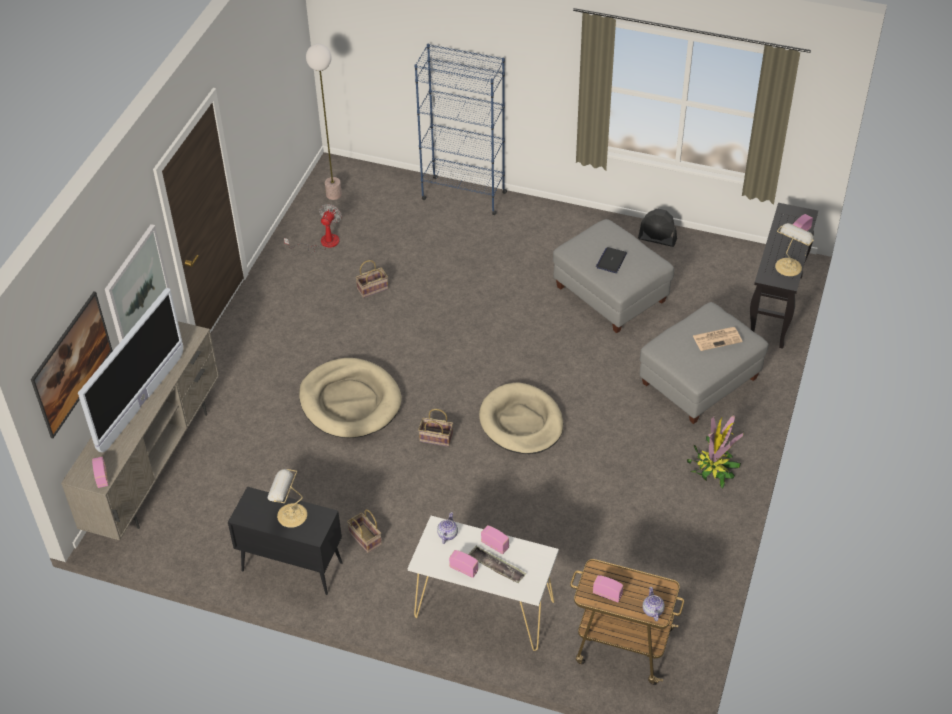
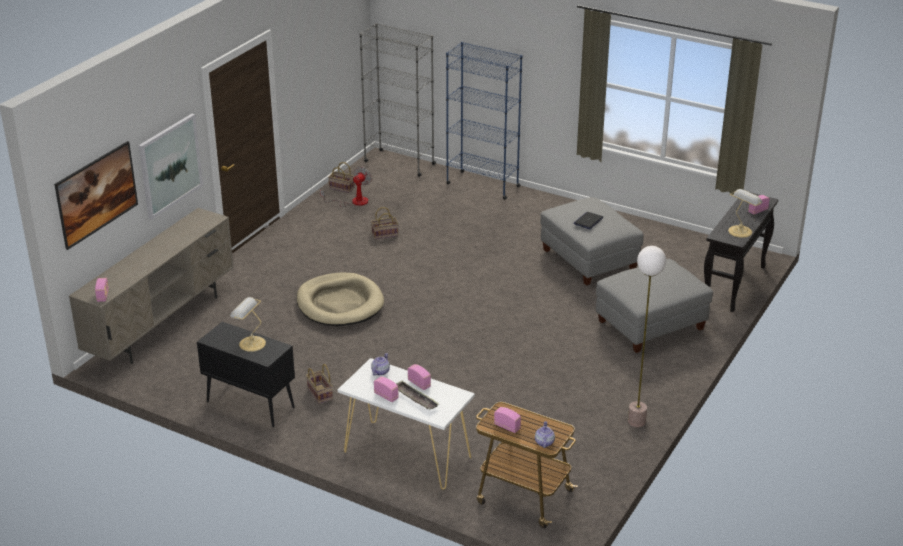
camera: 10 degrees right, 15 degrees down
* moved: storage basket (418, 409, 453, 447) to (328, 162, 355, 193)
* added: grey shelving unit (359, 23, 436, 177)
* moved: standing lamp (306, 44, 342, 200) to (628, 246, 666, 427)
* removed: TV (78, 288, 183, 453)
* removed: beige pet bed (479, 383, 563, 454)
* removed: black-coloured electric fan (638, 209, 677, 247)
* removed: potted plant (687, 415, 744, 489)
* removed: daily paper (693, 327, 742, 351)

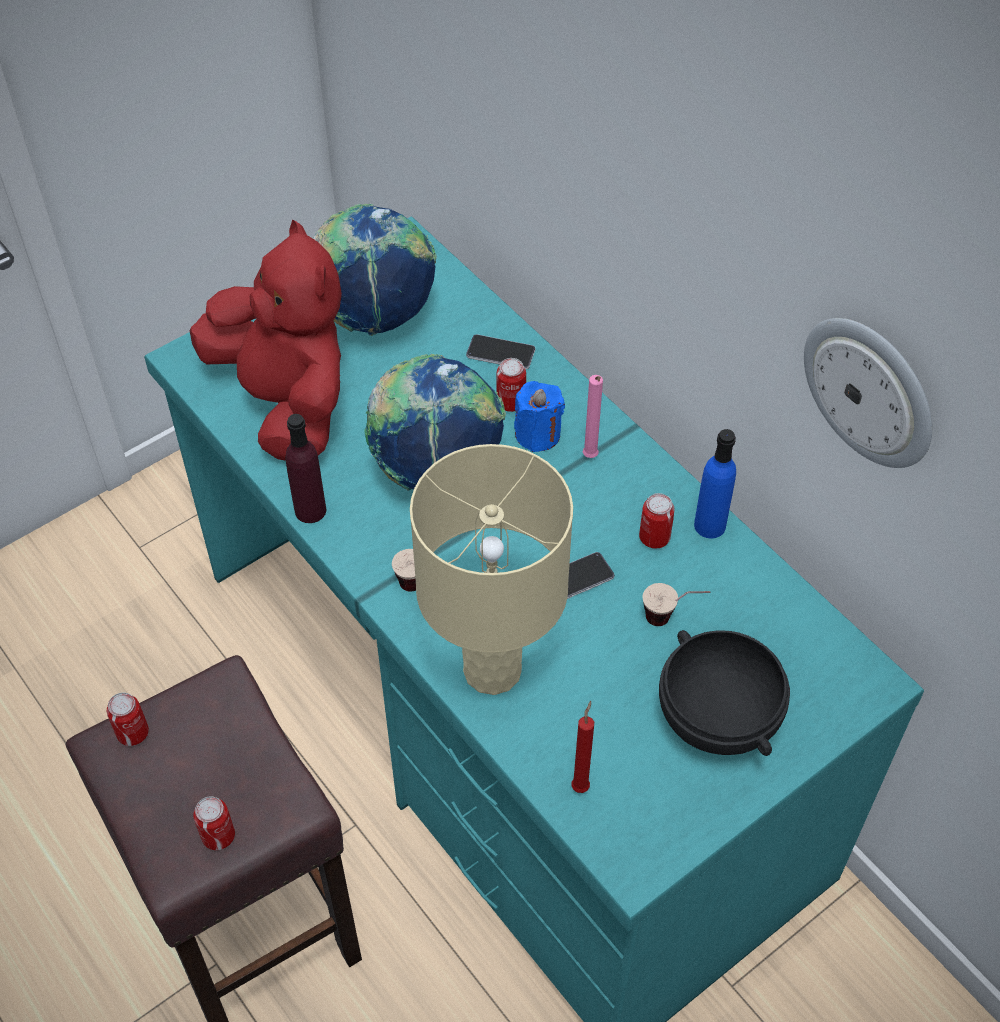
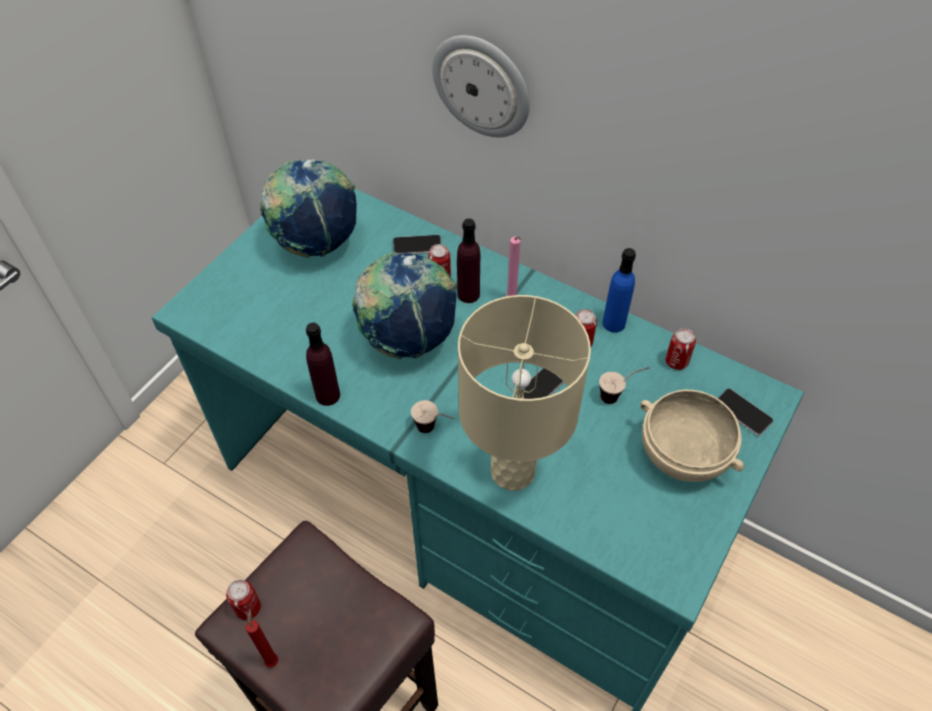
camera: 20 degrees left, 0 degrees up
* moved: reddish wax light (571, 701, 594, 793) to (245, 609, 278, 668)
* moved: clock on the wall (804, 318, 932, 468) to (432, 35, 530, 137)
* replaced: blue-coloured wax light (514, 381, 565, 452) to purplish bottle (457, 218, 480, 303)
* recoloured: black-coloured bowl (659, 630, 790, 756) to beige bowl (640, 390, 744, 482)
* moved: can (193, 796, 235, 850) to (665, 328, 696, 370)
* added: handset (718, 388, 773, 436)
* removed: reddish plush toy (189, 220, 342, 461)

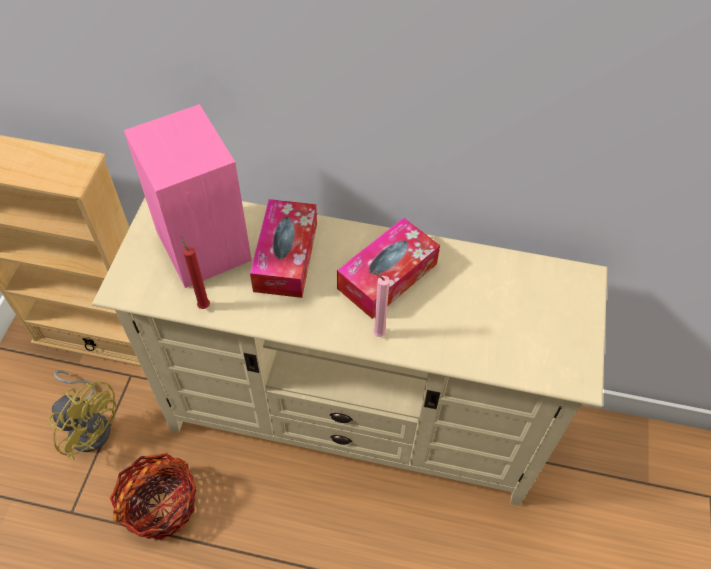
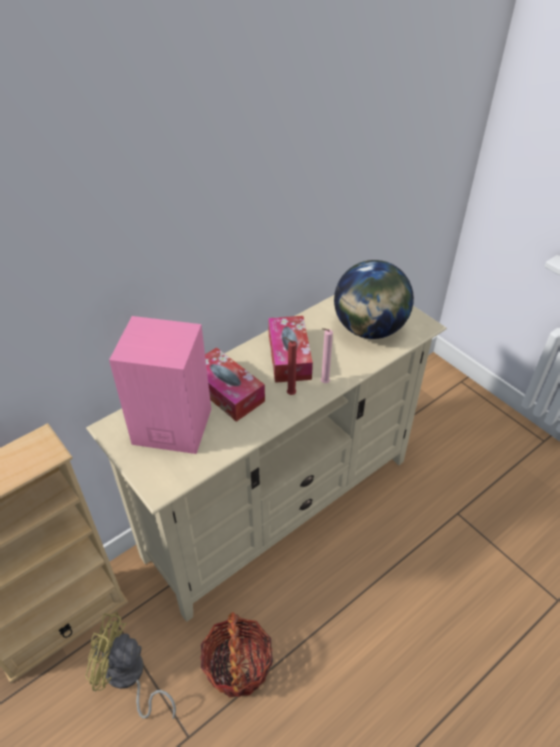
camera: 50 degrees left, 10 degrees down
* turned: yellowish electric fan (48, 370, 117, 460) = (86, 612, 176, 719) 150 degrees counterclockwise
* moved: reddish wax light (181, 236, 210, 309) to (284, 337, 297, 395)
* added: world globe (334, 260, 414, 339)

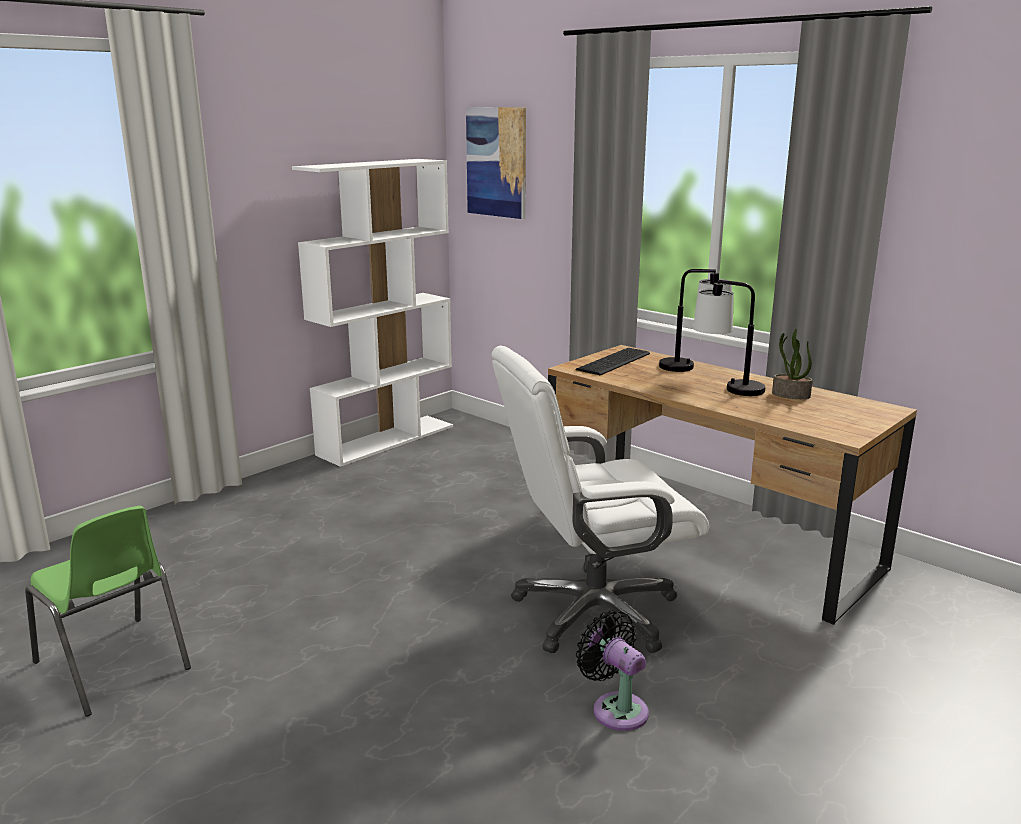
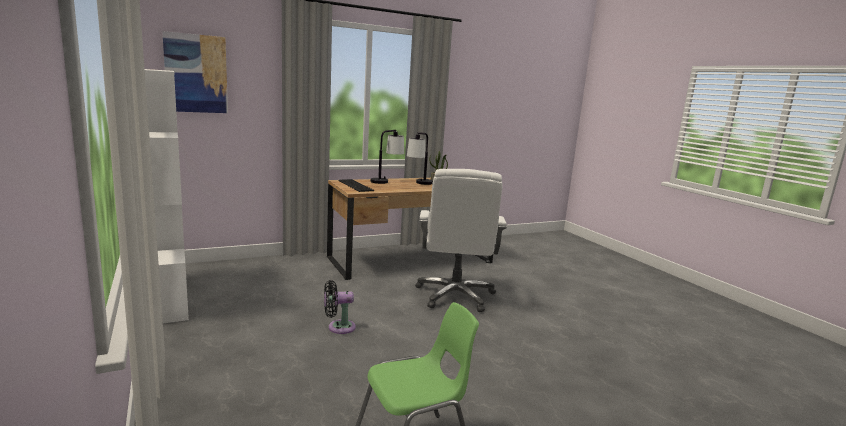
camera: 70 degrees left, 5 degrees down
* moved: black-coloured electric fan (576, 610, 649, 731) to (324, 280, 356, 334)

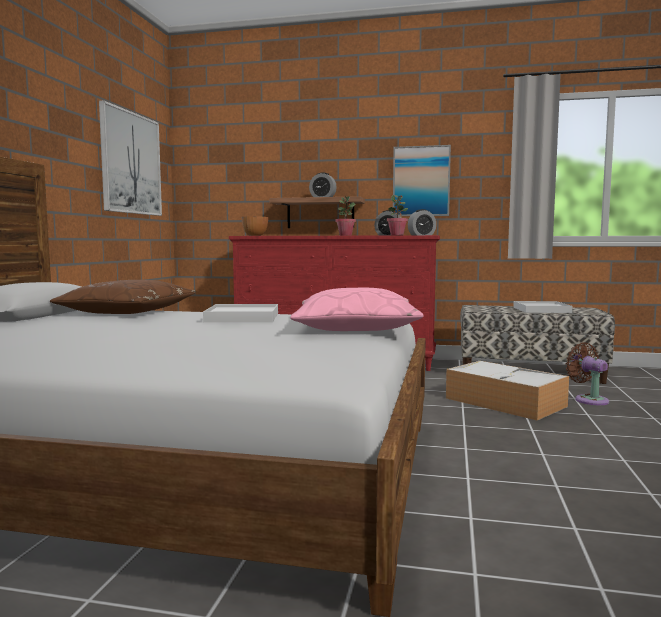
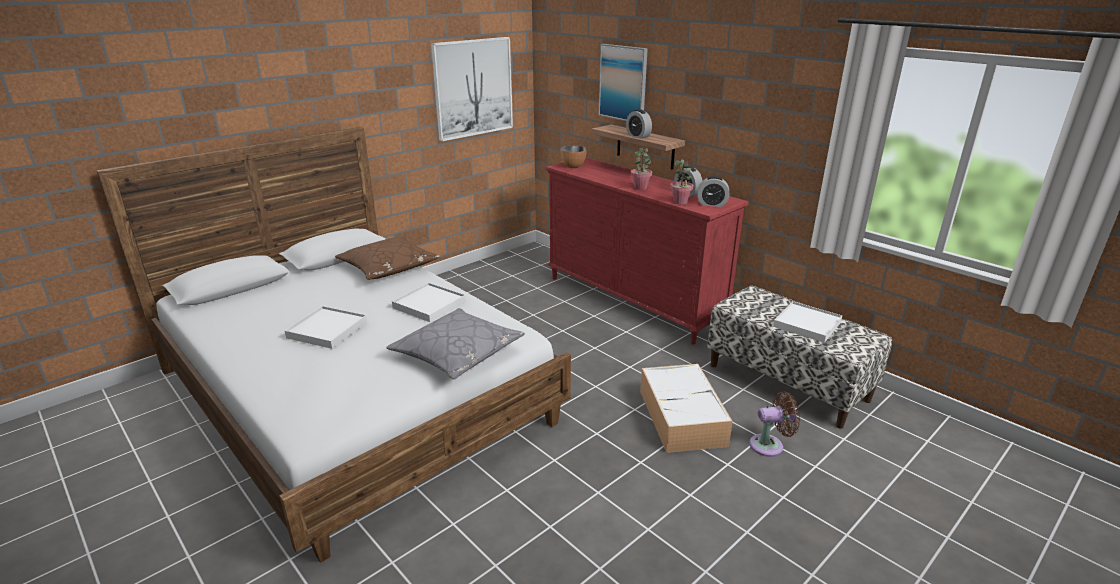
camera: 35 degrees right, 20 degrees up
* added: whitish carrying tray (285, 306, 367, 349)
* recoloured: pink pillow (290, 288, 423, 331) to grey pillow (386, 308, 525, 379)
* moved: wall art (393, 145, 451, 216) to (599, 44, 648, 121)
* turned: brown-coloured electric fan (566, 342, 609, 405) = (749, 391, 800, 457) 75 degrees clockwise

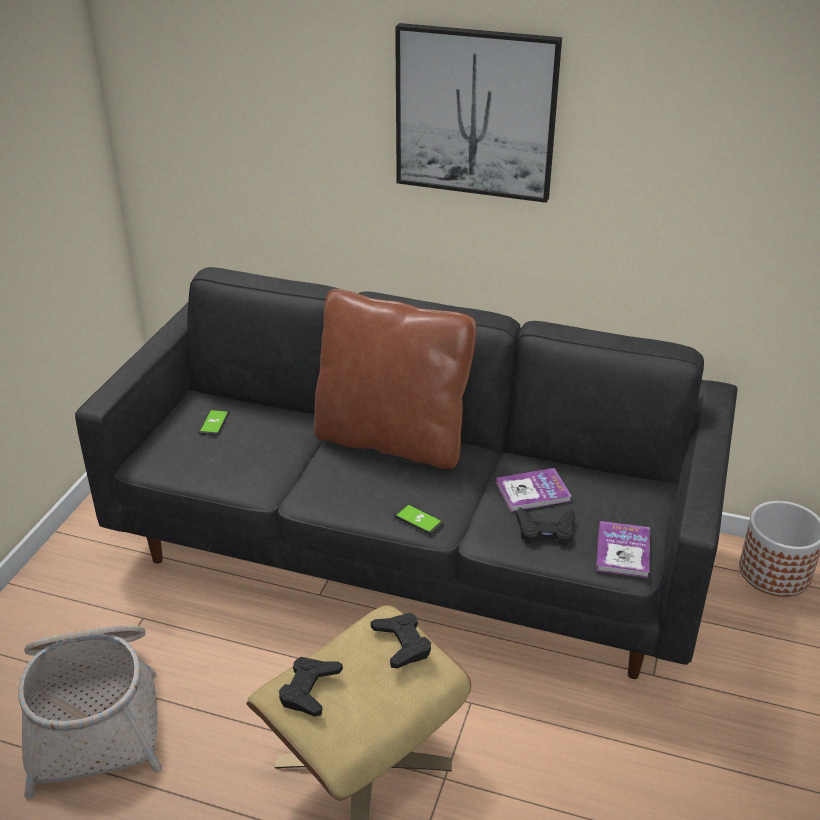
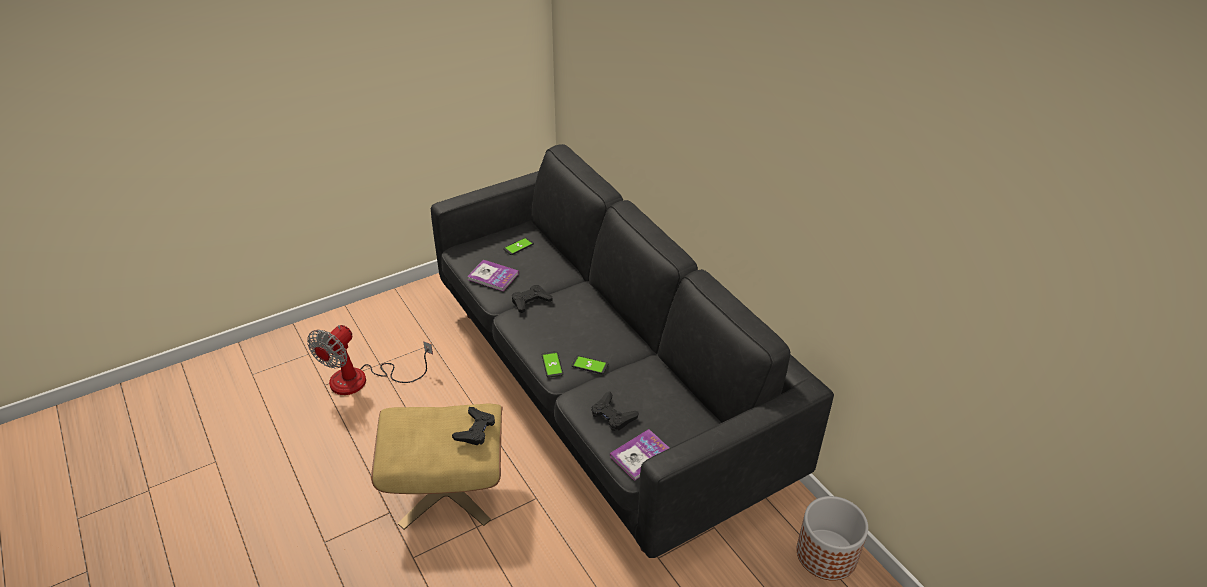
camera: 40 degrees right, 5 degrees up
* replaced: storage basket (18, 625, 162, 798) to electric fan (307, 325, 433, 395)
* moved: volume (496, 468, 571, 512) to (467, 260, 519, 291)
* moved: black-coloured joypad (279, 657, 343, 717) to (512, 285, 553, 313)
* added: handset (571, 356, 608, 374)
* removed: brown-coloured pillow (314, 289, 477, 469)
* removed: wall art (395, 23, 562, 203)

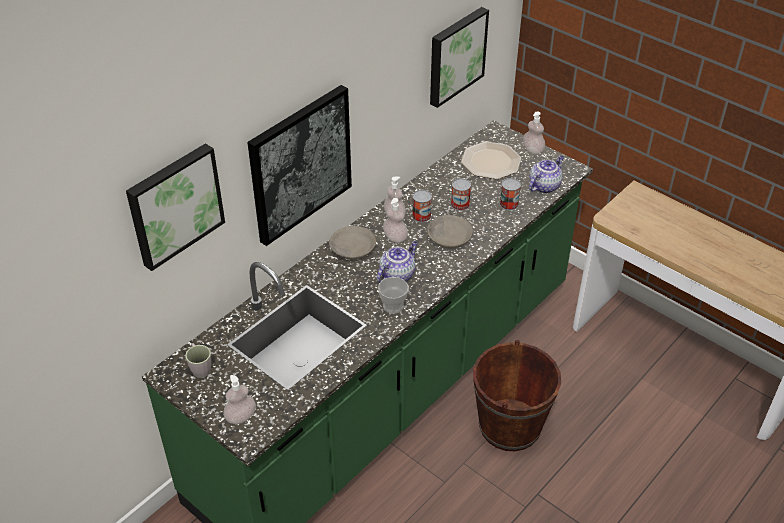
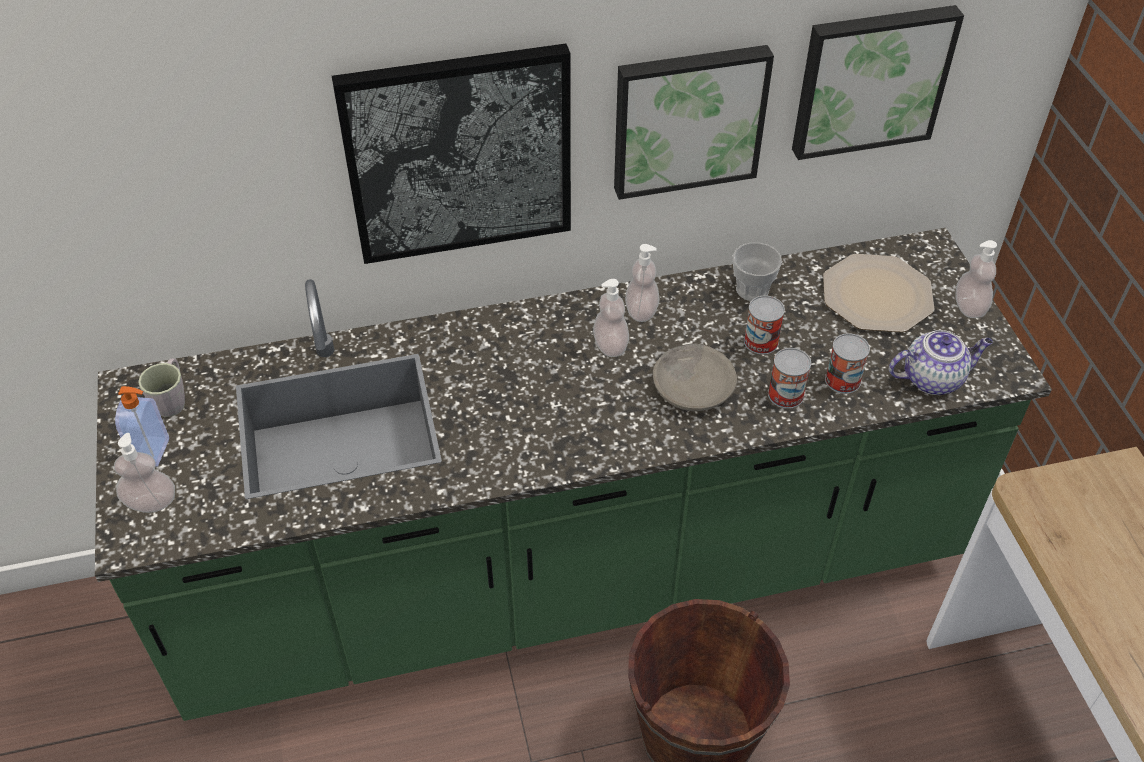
camera: 35 degrees right, 5 degrees up
* added: soap dispenser (115, 386, 169, 467)
* moved: wall art (126, 143, 225, 271) to (614, 45, 774, 200)
* moved: drinking cup (378, 277, 409, 314) to (733, 242, 782, 301)
* moved: can (412, 190, 432, 222) to (768, 348, 811, 409)
* removed: grey bowl (329, 226, 376, 259)
* removed: tea pot (377, 241, 418, 283)

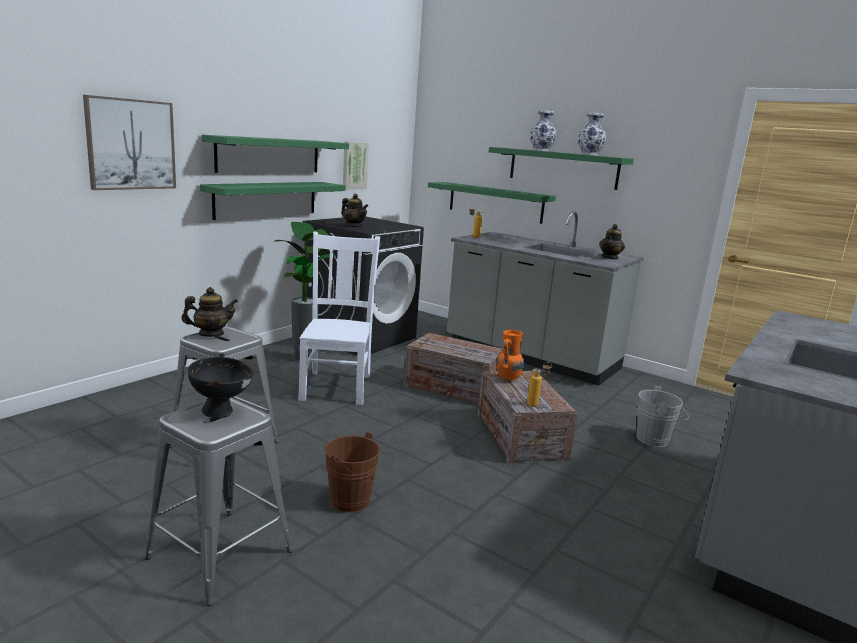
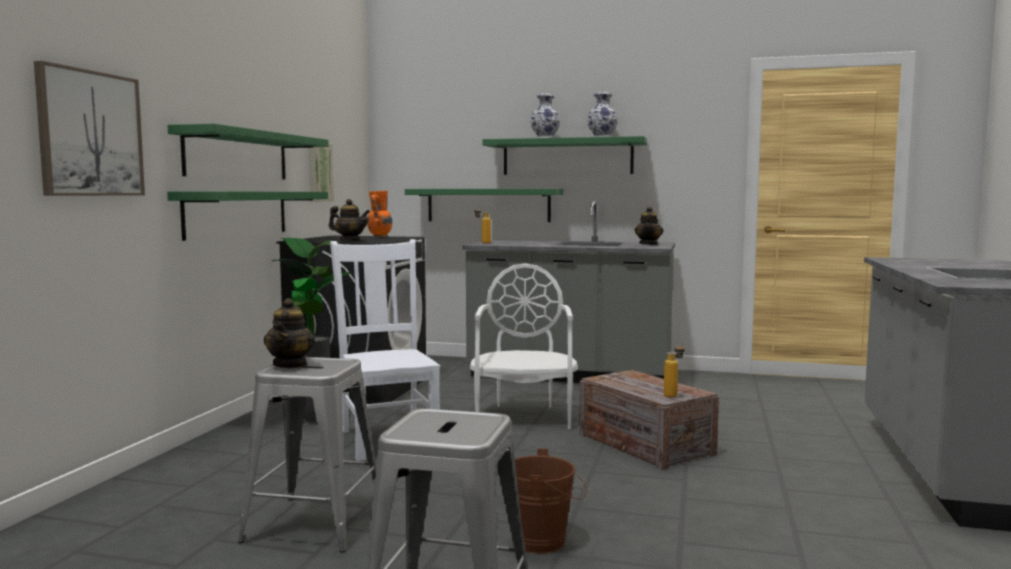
camera: 20 degrees left, 10 degrees down
* turned: tea pot (181, 287, 238, 337) = (264, 298, 315, 368) 135 degrees clockwise
* moved: orange-coloured decorative vase (496, 330, 524, 382) to (367, 191, 392, 237)
* replaced: packing crate (404, 333, 503, 404) to whitish plain chair (470, 263, 578, 429)
* removed: black-coloured bowl (188, 353, 253, 418)
* removed: grey water bucket (637, 386, 689, 447)

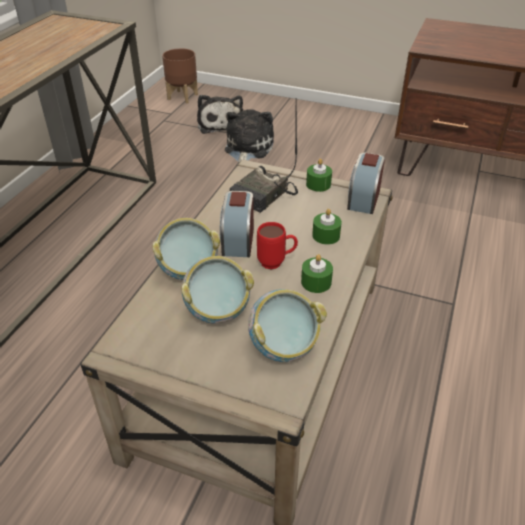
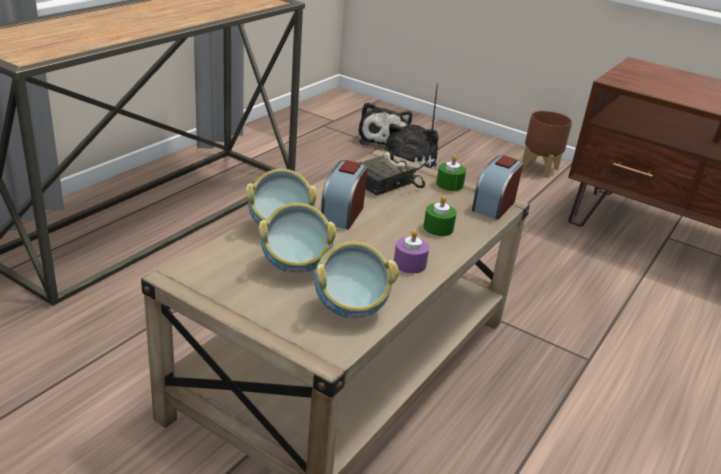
camera: 10 degrees right, 10 degrees down
* recoloured: green wax light (301, 254, 333, 293) to purplish wax light (394, 230, 429, 273)
* moved: brown-coloured planter (162, 48, 198, 104) to (522, 110, 572, 178)
* removed: reddish coffee mug (257, 222, 298, 269)

